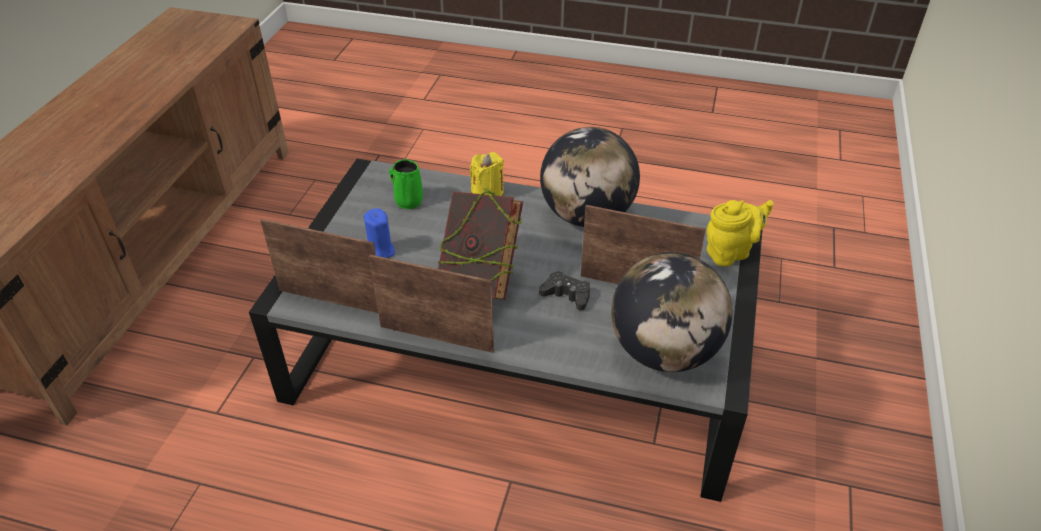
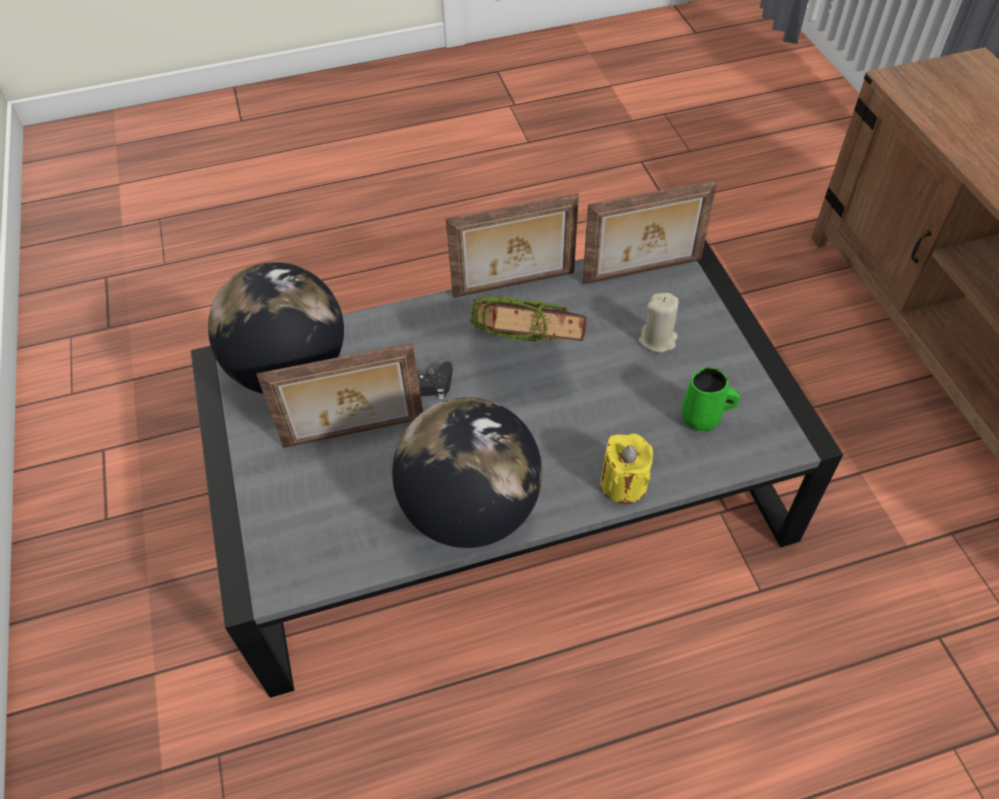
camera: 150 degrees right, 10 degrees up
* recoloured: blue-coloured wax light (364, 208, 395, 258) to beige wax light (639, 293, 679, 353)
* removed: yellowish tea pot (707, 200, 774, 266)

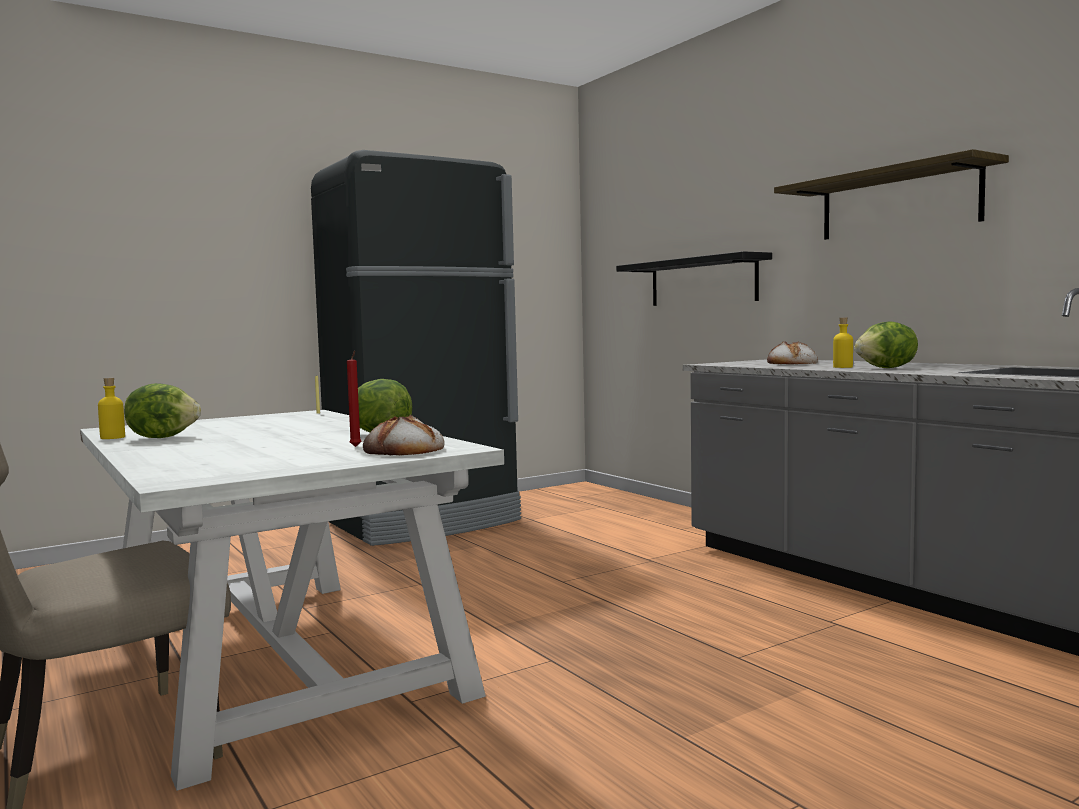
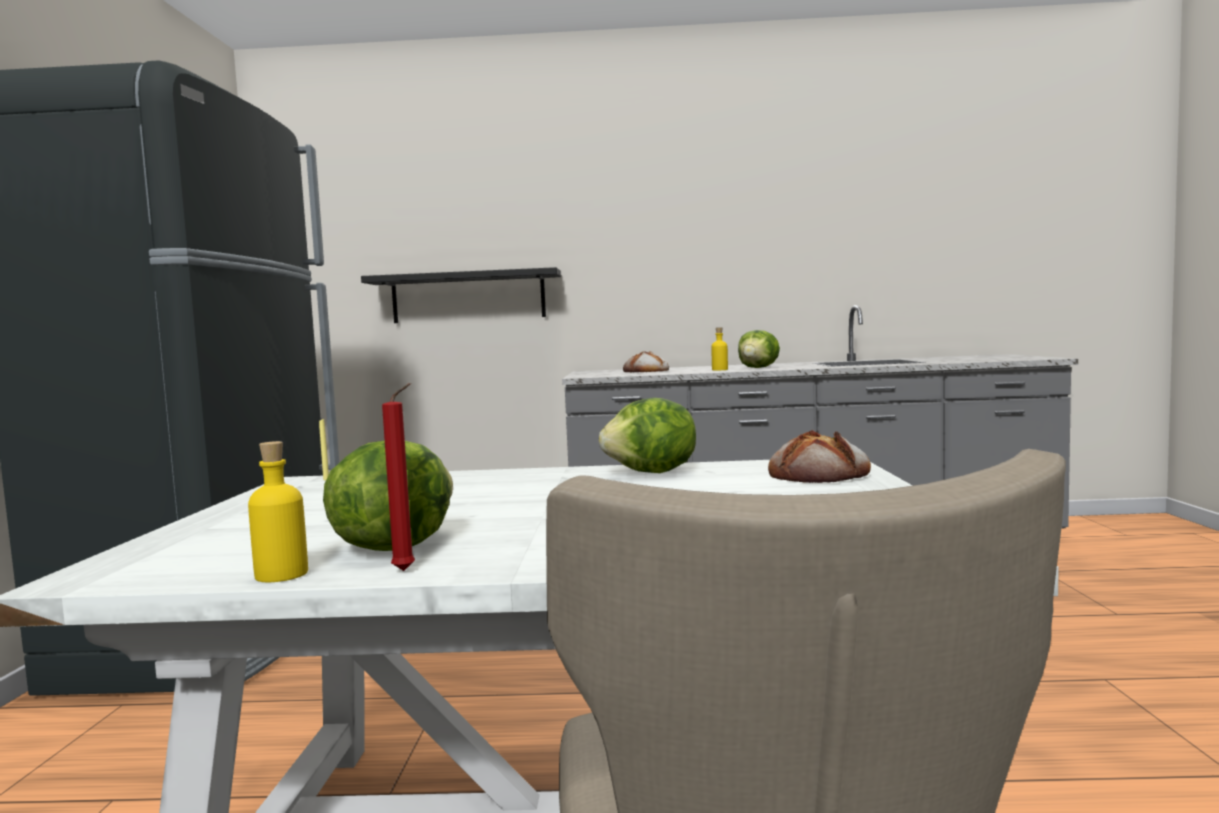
camera: 55 degrees left, 0 degrees up
* moved: reddish wax light (347, 351, 361, 447) to (382, 383, 415, 571)
* removed: bracket shelf (774, 149, 1009, 240)

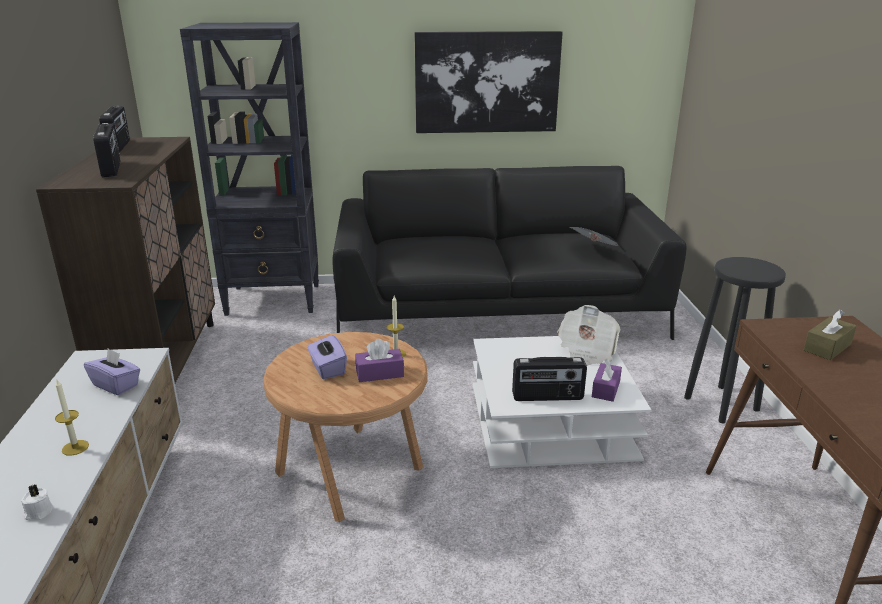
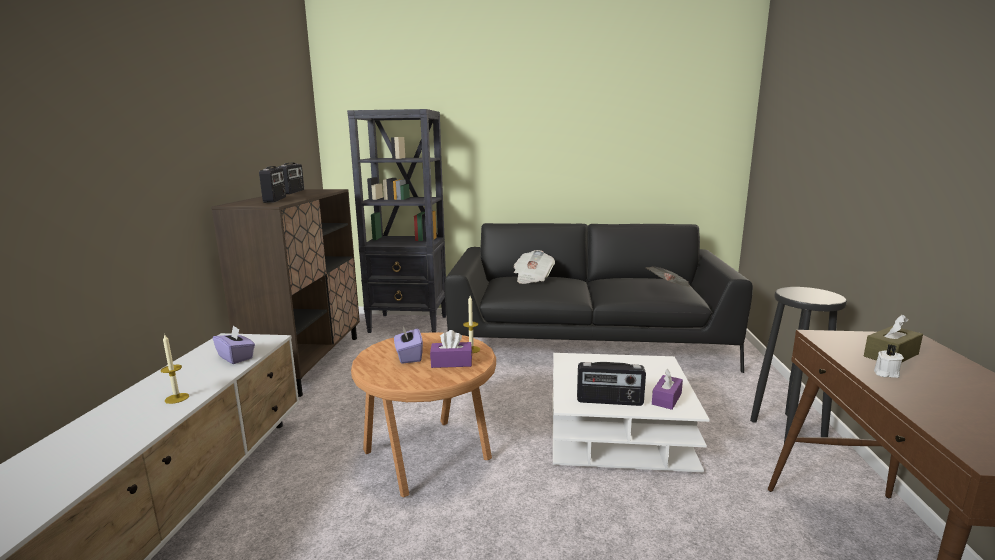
camera: 10 degrees right, 10 degrees down
* moved: daily paper (557, 305, 620, 365) to (513, 250, 555, 284)
* moved: whitish wax light (21, 484, 53, 520) to (874, 344, 904, 378)
* removed: wall art (415, 31, 563, 133)

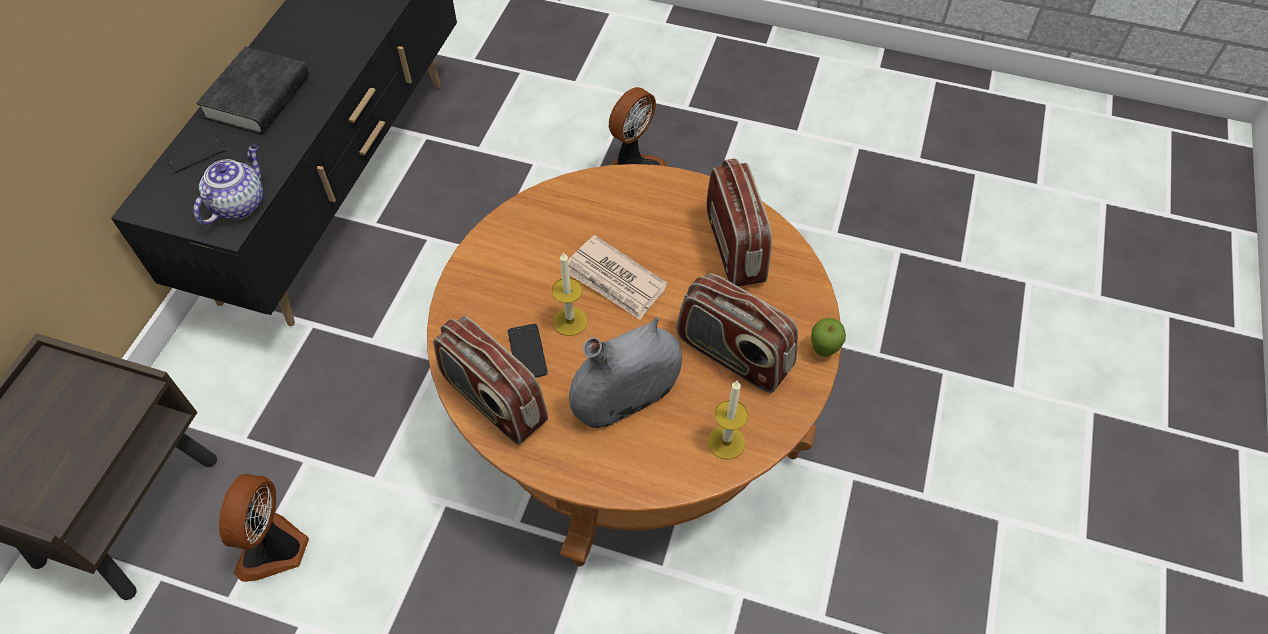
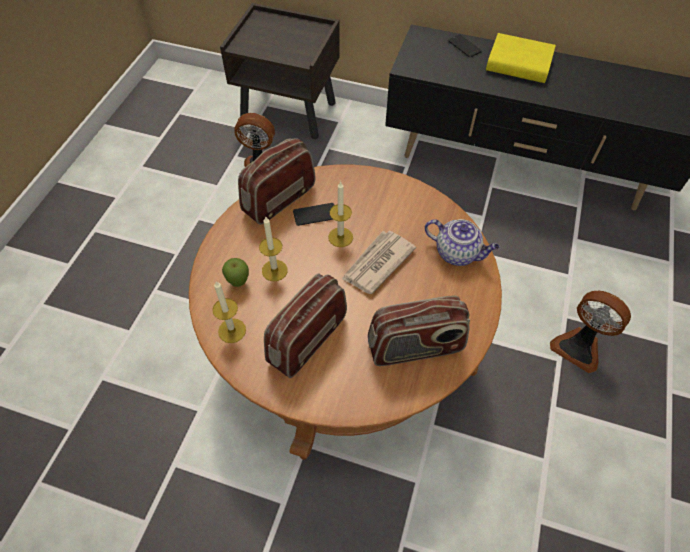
camera: 90 degrees right, 0 degrees up
* moved: whole apple (811, 318, 846, 357) to (222, 258, 249, 287)
* replaced: grey decorative vase (569, 317, 682, 428) to wax light (259, 217, 288, 281)
* moved: tea pot (194, 145, 263, 224) to (425, 219, 500, 266)
* recoloured: black-coloured volume (196, 46, 309, 134) to yellowish volume (486, 33, 556, 83)

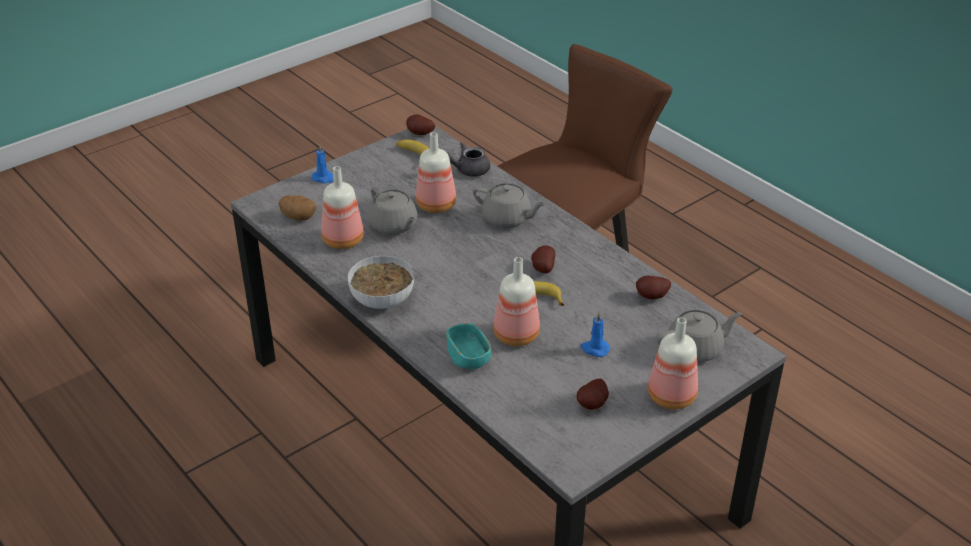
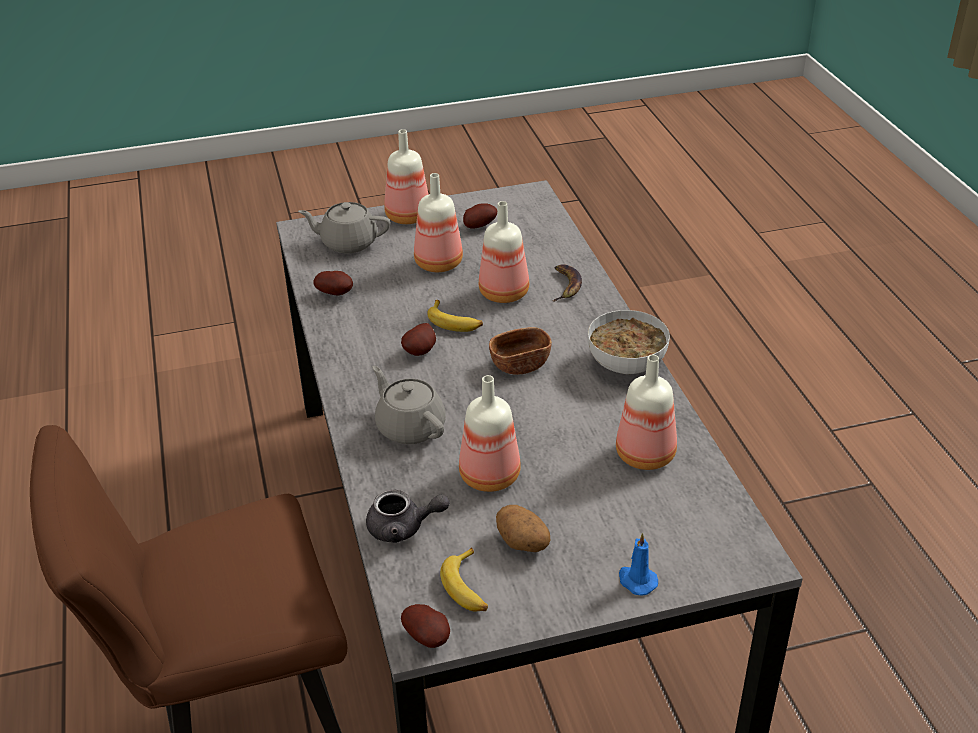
camera: 155 degrees left, 0 degrees up
* replaced: blue-coloured wax light (581, 313, 610, 357) to bottle (414, 173, 463, 272)
* added: brown-coloured bowl (489, 327, 552, 375)
* moved: spud (278, 195, 316, 220) to (496, 505, 551, 552)
* replaced: blue-green bowl (446, 323, 491, 369) to whole banana (552, 264, 582, 302)
* removed: grey tea pot (367, 187, 418, 235)

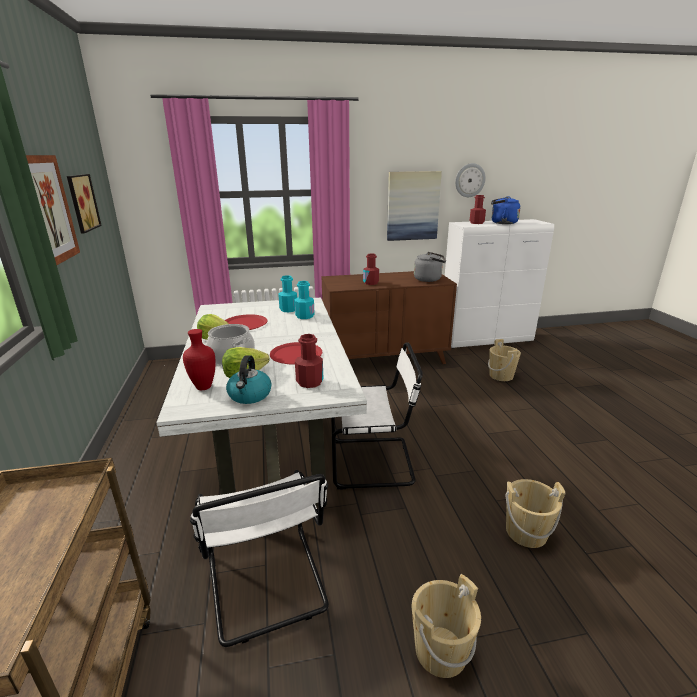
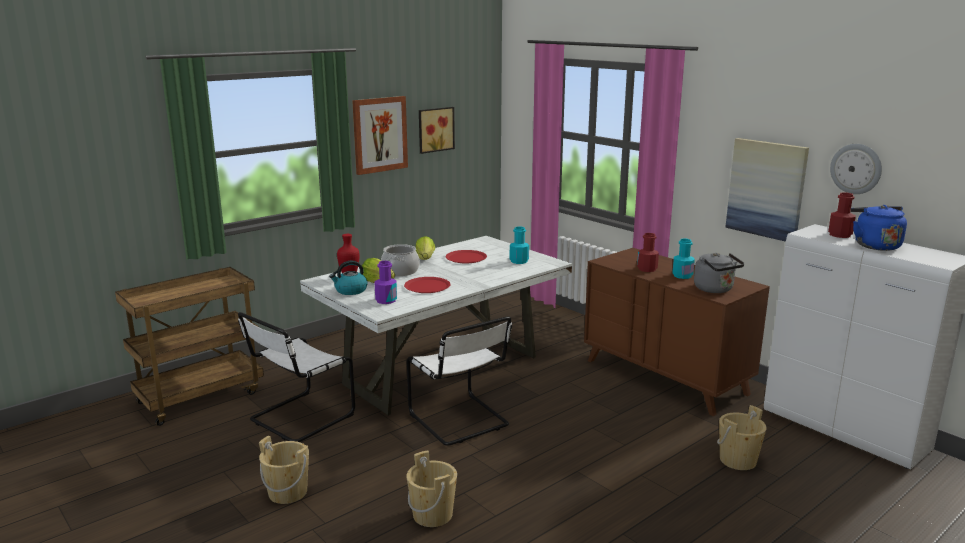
camera: 60 degrees right, 5 degrees down
* recoloured: reddish bottle (295, 334, 323, 388) to purplish bottle (375, 261, 397, 304)
* moved: blue-green bottle (294, 281, 315, 319) to (673, 239, 695, 279)

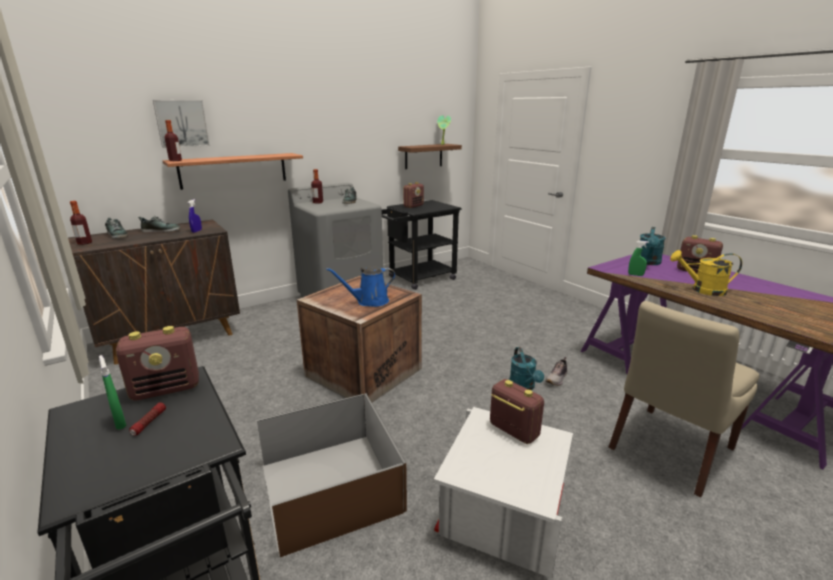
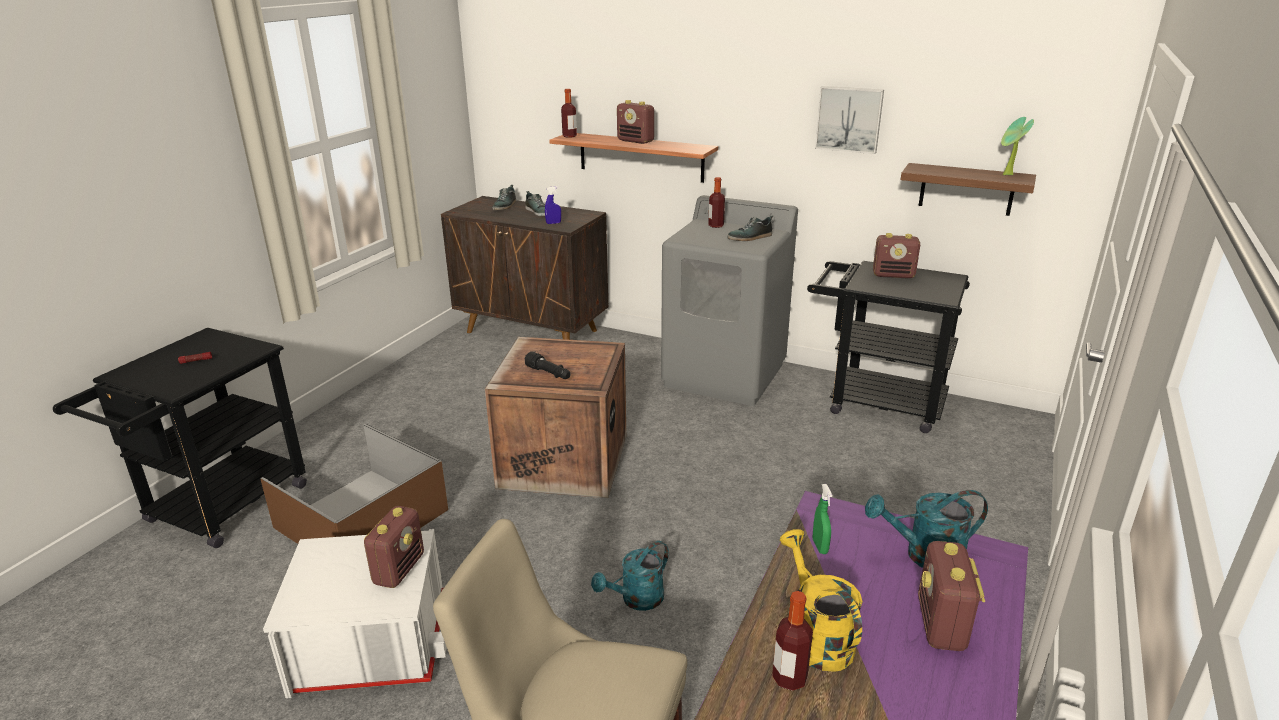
camera: 60 degrees right, 5 degrees up
* replaced: blue-coloured watering pot (326, 266, 396, 307) to black-coloured torch (525, 351, 571, 379)
* moved: radio receiver (116, 326, 199, 400) to (617, 100, 654, 144)
* moved: bottle (70, 201, 92, 245) to (772, 591, 813, 691)
* moved: wall art (153, 100, 210, 148) to (815, 86, 884, 154)
* removed: green sprayer (99, 355, 126, 430)
* removed: low shoe (545, 357, 567, 386)

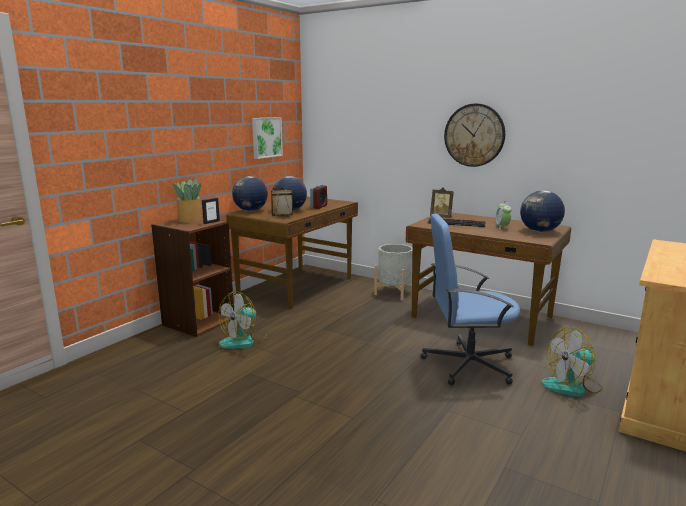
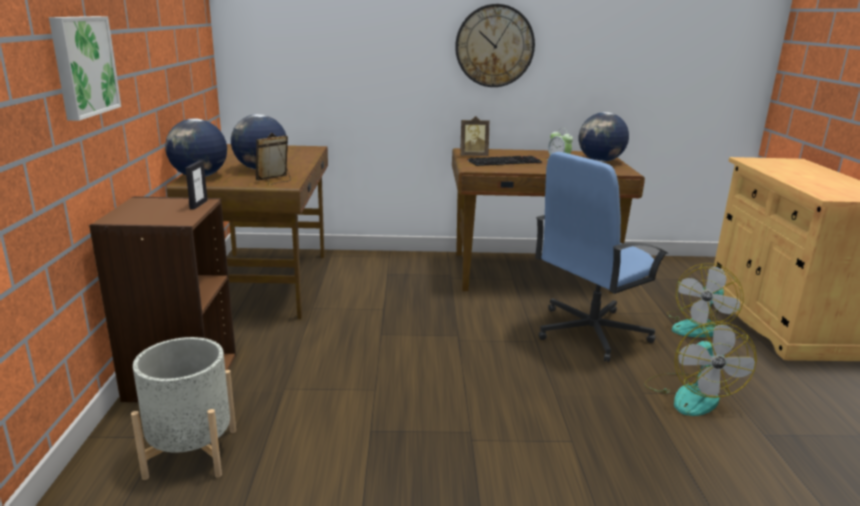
camera: 35 degrees left, 5 degrees up
* moved: wall art (252, 117, 283, 159) to (49, 16, 121, 121)
* moved: grey planter (374, 244, 412, 300) to (131, 337, 236, 480)
* moved: electric fan (218, 291, 267, 349) to (644, 322, 757, 416)
* removed: potted plant (173, 179, 202, 223)
* removed: table clock (310, 184, 327, 209)

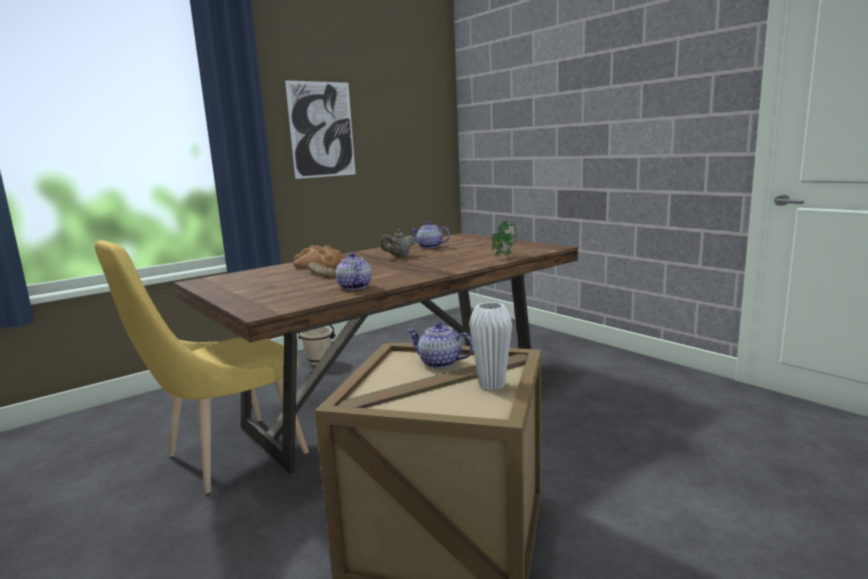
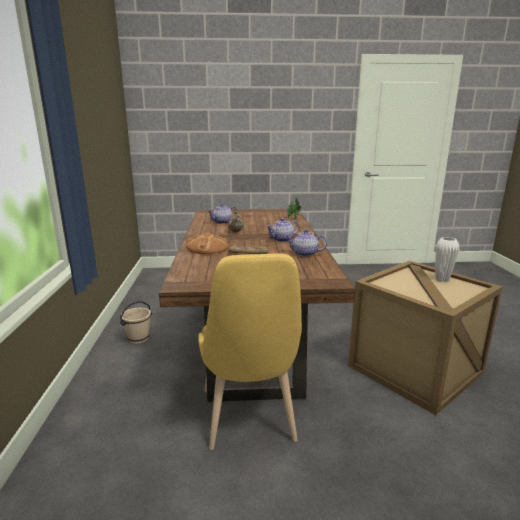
camera: 55 degrees left, 5 degrees up
* moved: tea pot (407, 322, 473, 368) to (266, 218, 299, 242)
* removed: wall art (285, 80, 355, 179)

